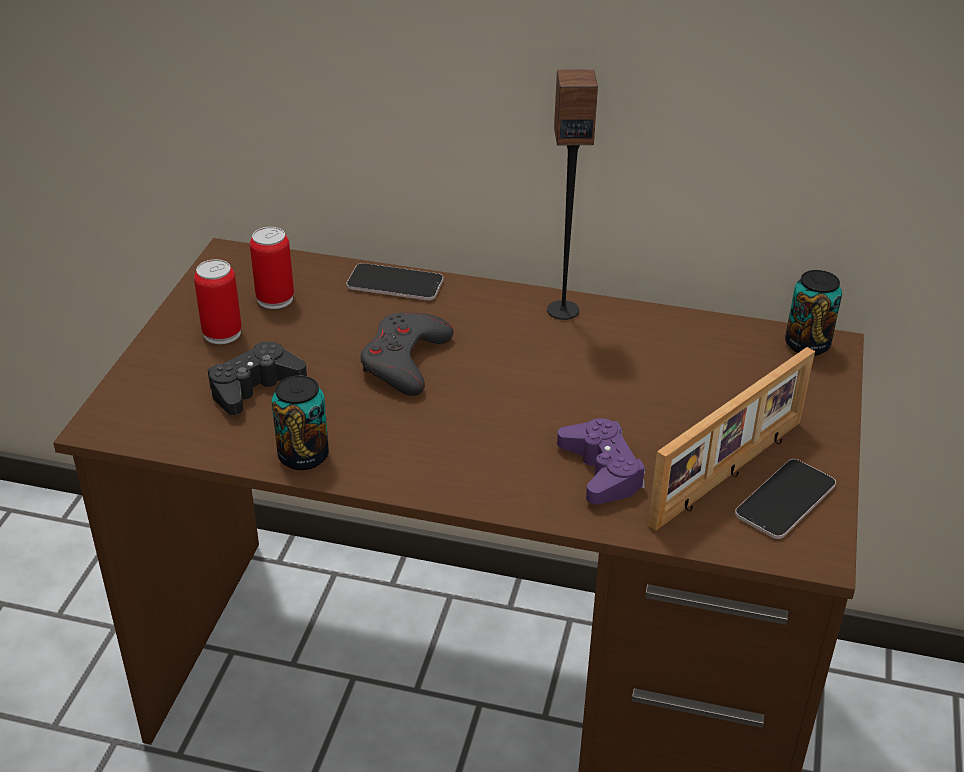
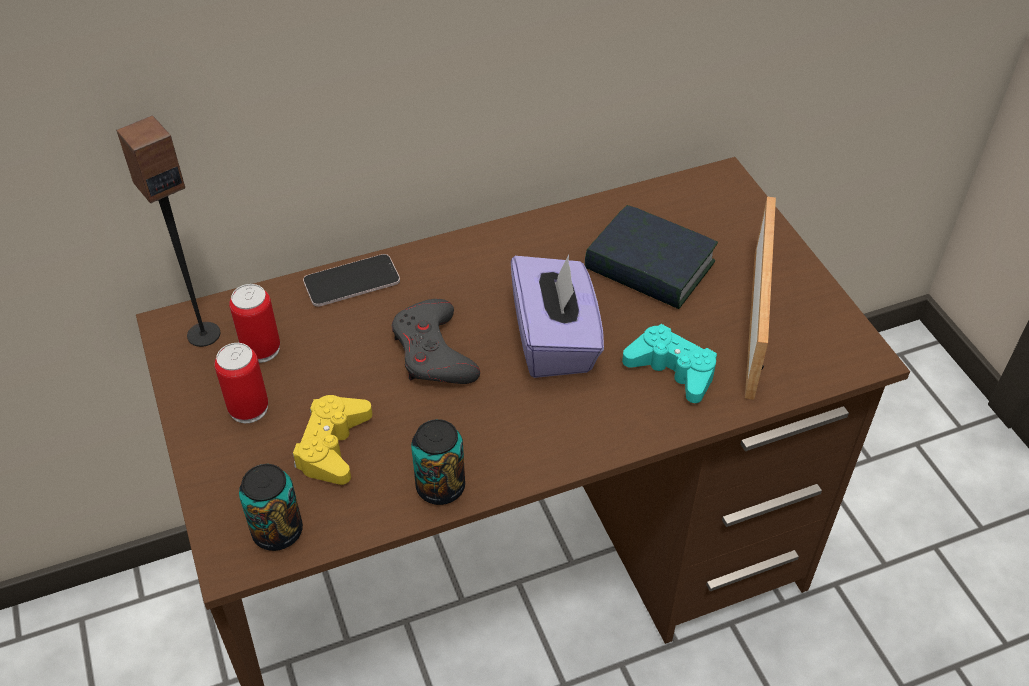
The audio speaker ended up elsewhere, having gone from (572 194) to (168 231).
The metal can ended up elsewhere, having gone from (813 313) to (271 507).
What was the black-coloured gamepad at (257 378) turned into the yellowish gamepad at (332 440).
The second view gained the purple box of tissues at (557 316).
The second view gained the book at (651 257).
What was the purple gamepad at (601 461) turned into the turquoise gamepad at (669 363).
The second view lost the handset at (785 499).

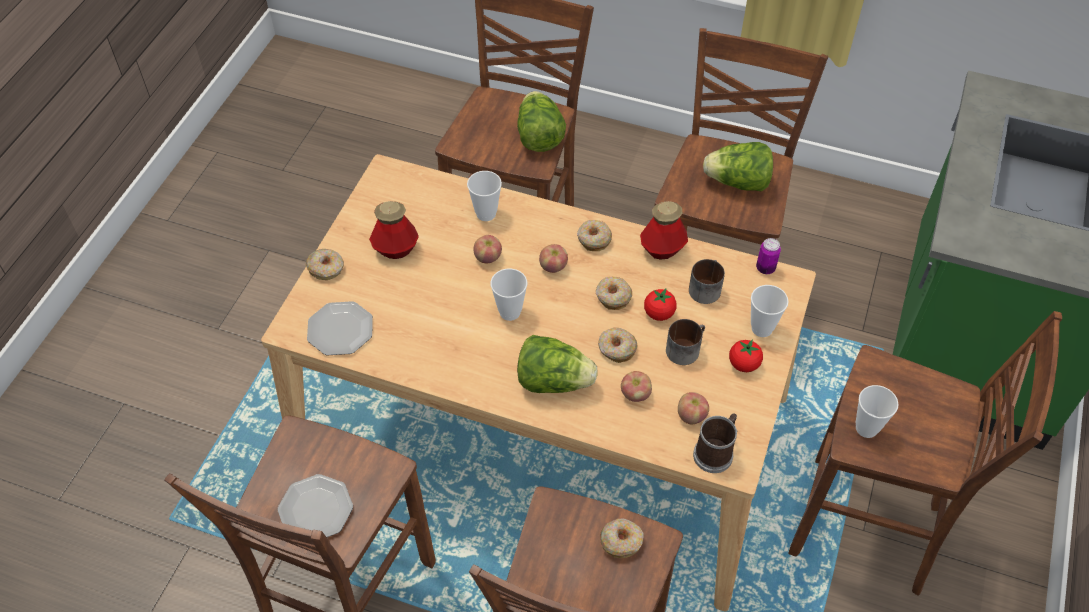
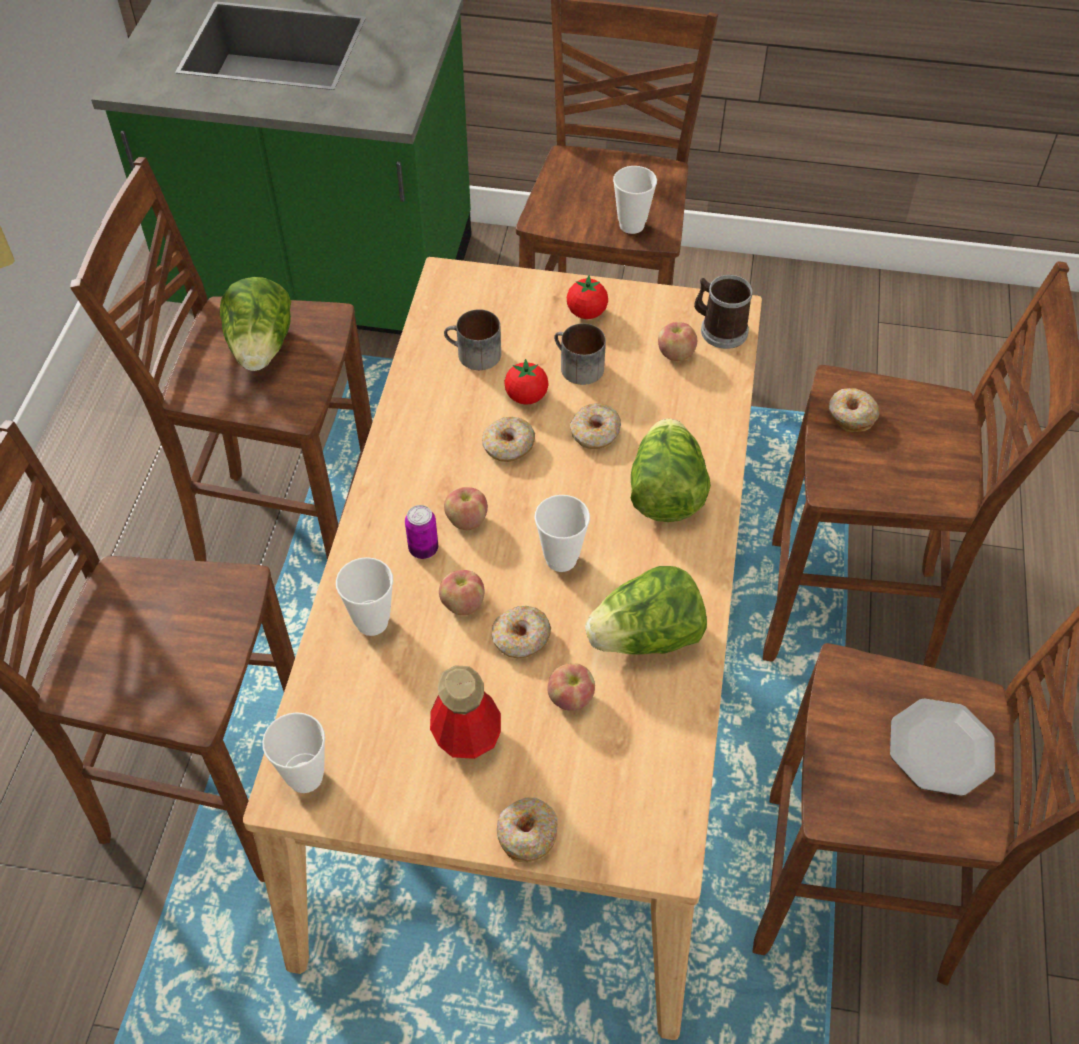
The drinking cup ended up elsewhere, having gone from (770 311) to (293 752).
The metal can ended up elsewhere, having gone from (768 256) to (421 532).
The donut ended up elsewhere, having gone from (594 235) to (521 632).
The apple ended up elsewhere, having gone from (636 386) to (571 687).
The lettuce head ended up elsewhere, having gone from (541 121) to (646 610).
The second view lost the plate at (340 328).
The second view lost the beverage bottle at (664 230).

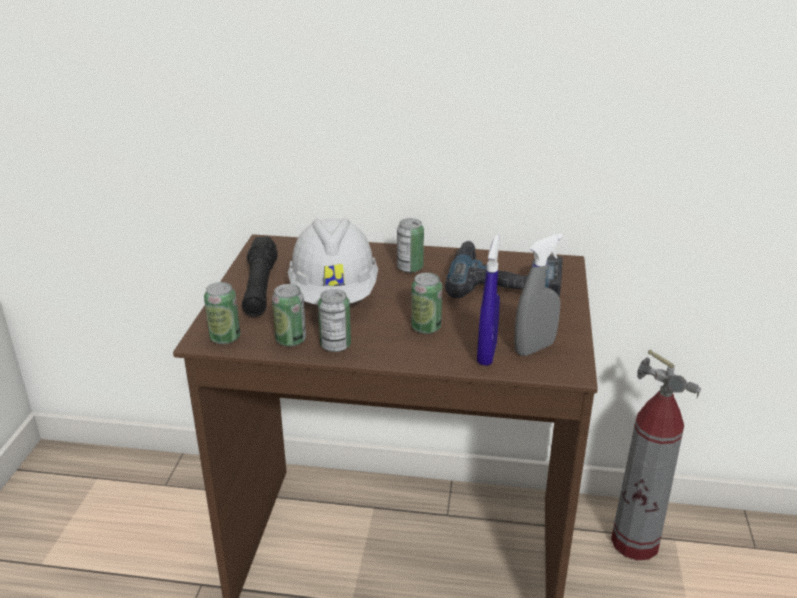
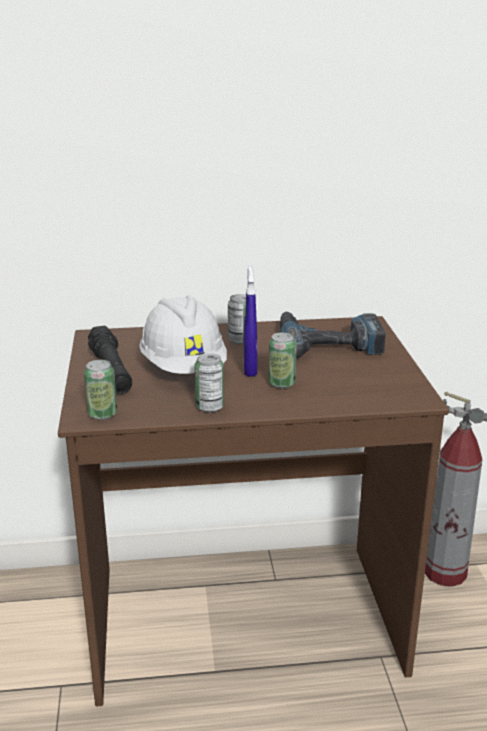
The bluish sprayer ended up elsewhere, having gone from (488 300) to (250 321).
The second view lost the metal can at (289 315).
The second view lost the gray sprayer at (539 295).

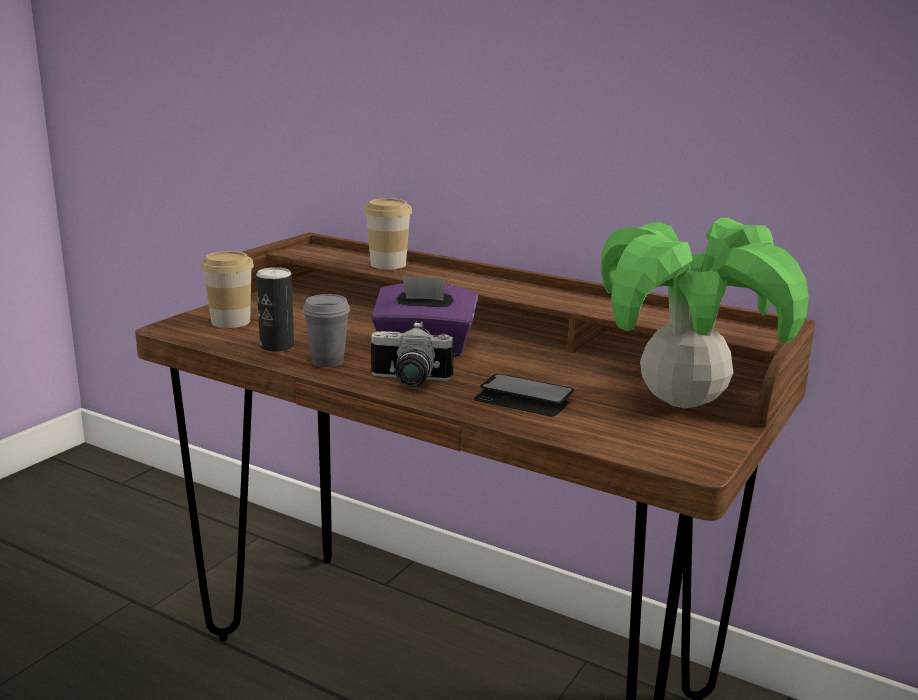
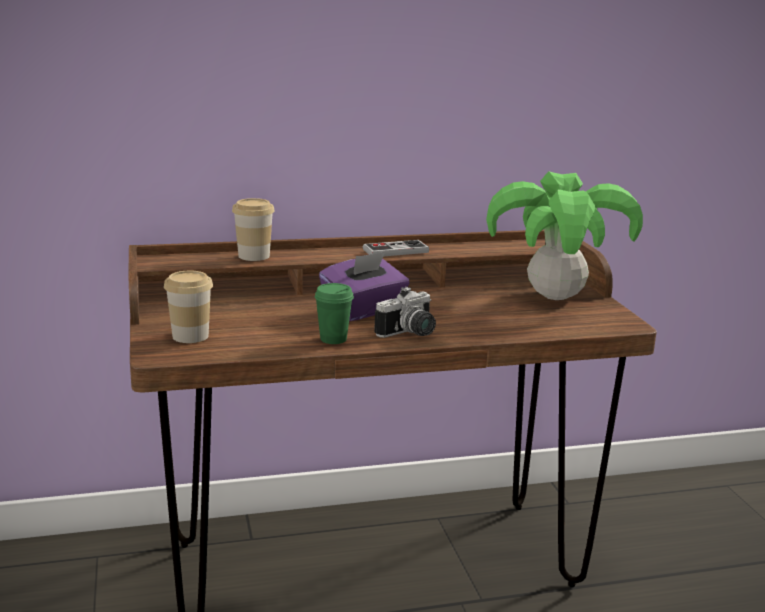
What was the gray drinking cup at (326 330) turned into the green drinking cup at (334 313).
The second view gained the gamepad at (396 248).
The second view lost the metal can at (275 309).
The second view lost the handset at (524 395).

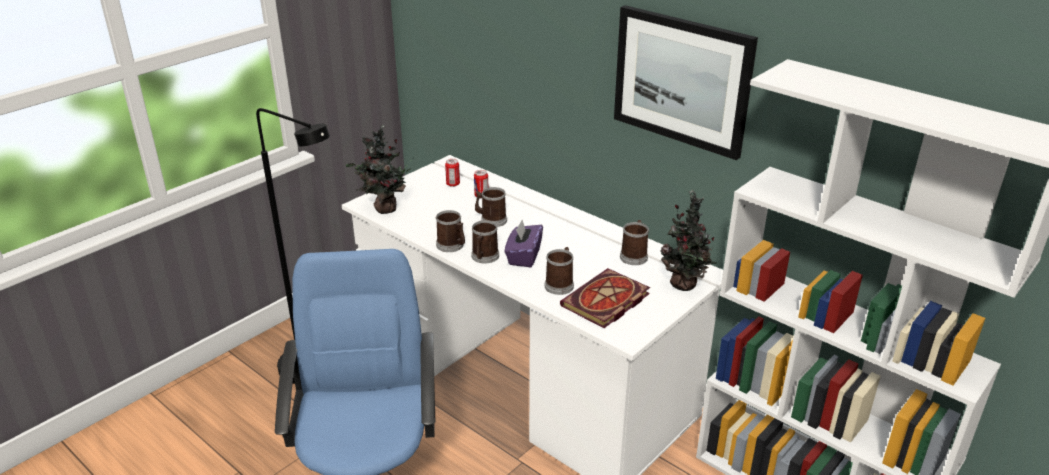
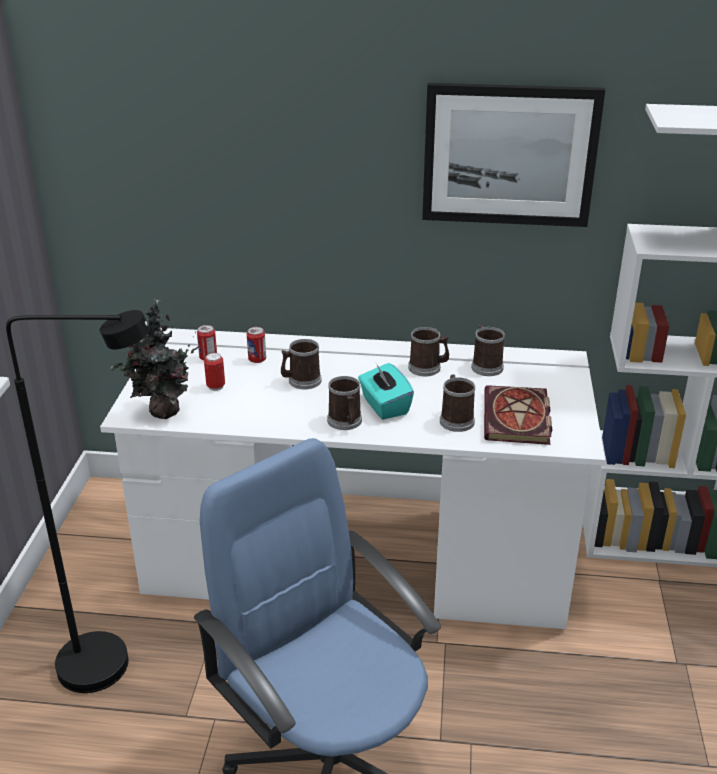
The second view gained the metal can at (214 372).
What was the purple box of tissues at (524 243) turned into the turquoise box of tissues at (386 391).
The tea mug ended up elsewhere, having gone from (450 231) to (428 351).
The second view lost the potted plant at (688 240).

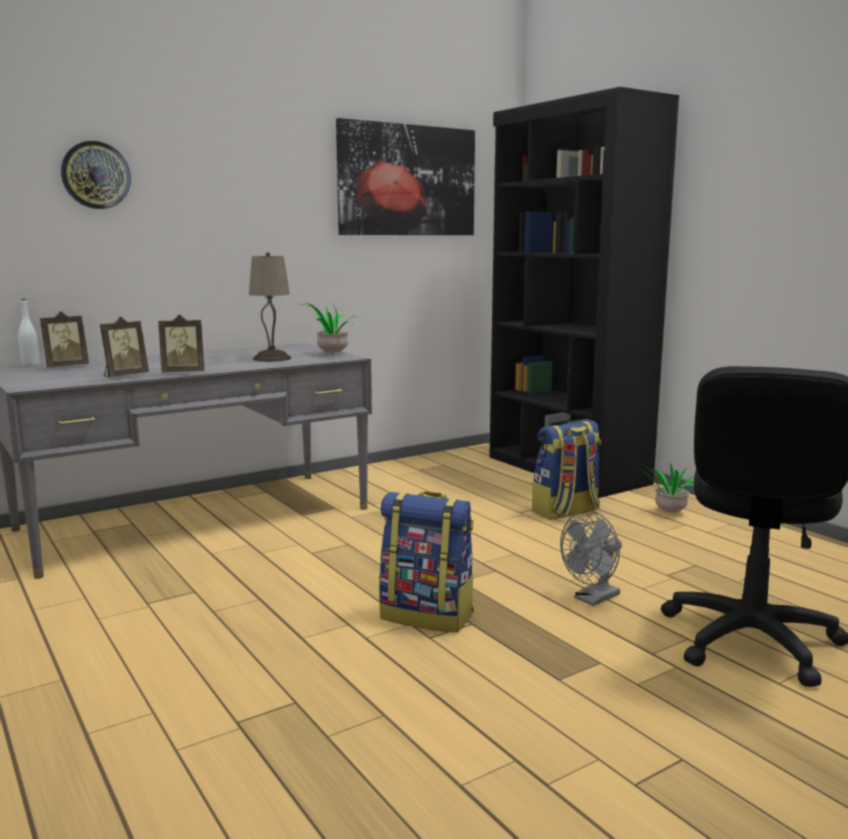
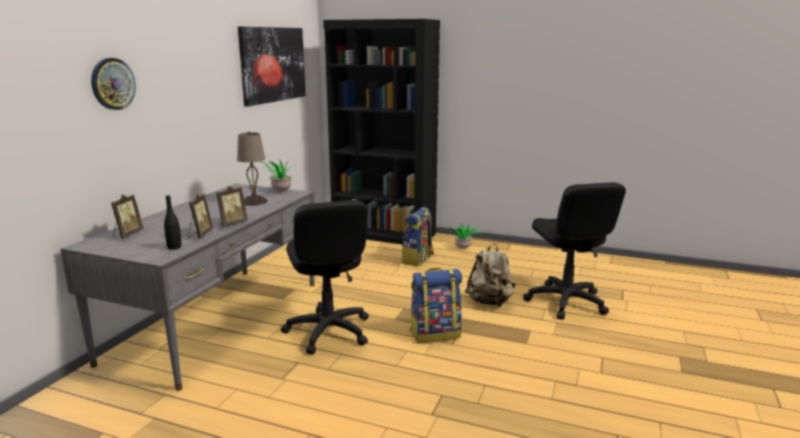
The second view gained the black-coloured beverage bottle at (172 222).
The second view gained the black-coloured desk chair at (325 277).
Where the gray electric fan stood at (591 558), the beige-coloured knapsack came to stand at (490 275).
The second view lost the whitish beverage bottle at (29 333).

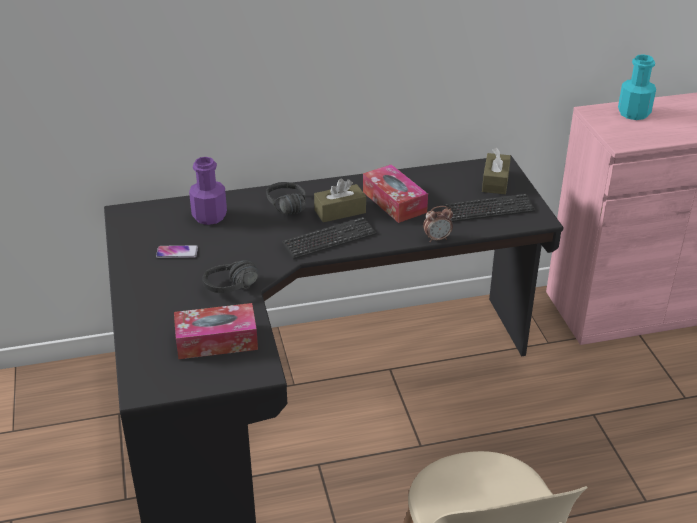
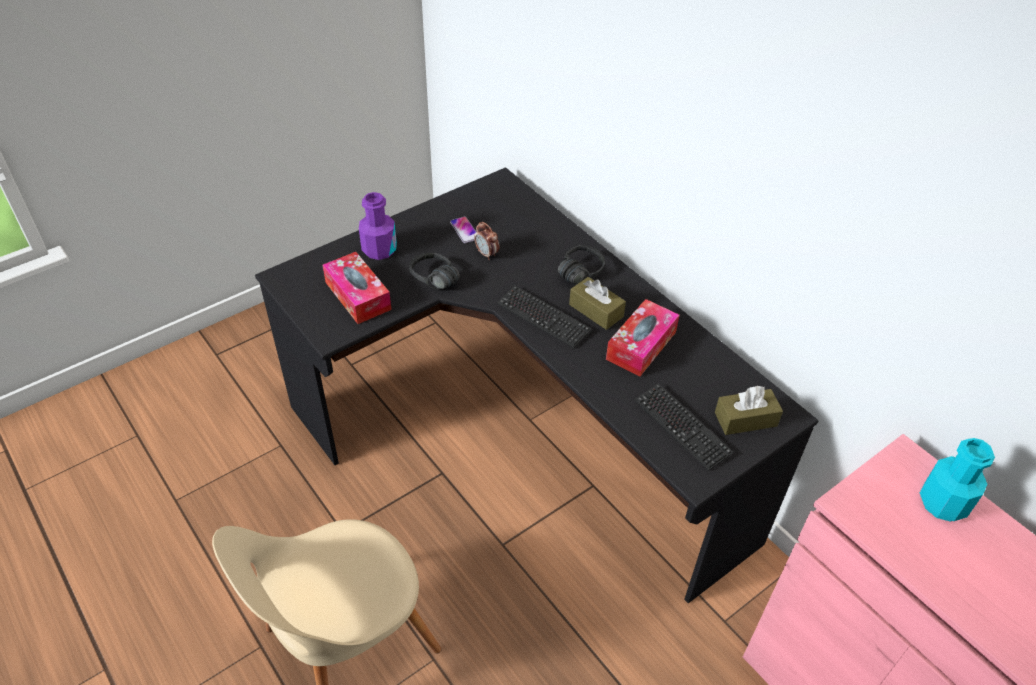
The purple beverage bottle ended up elsewhere, having gone from (208 191) to (378 226).
The bedside clock ended up elsewhere, having gone from (438 224) to (486 241).

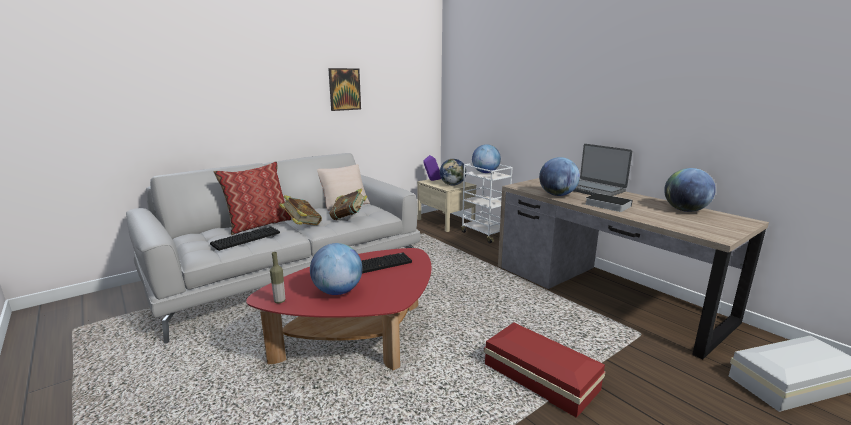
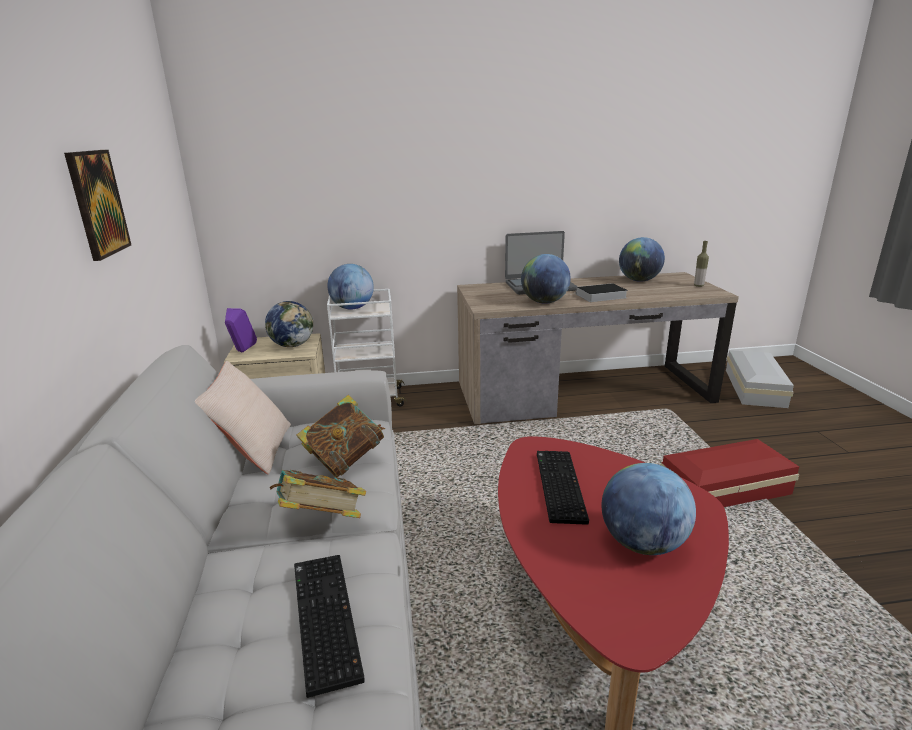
The beverage bottle ended up elsewhere, having gone from (277 277) to (701 264).
The second view lost the pillow at (252 198).

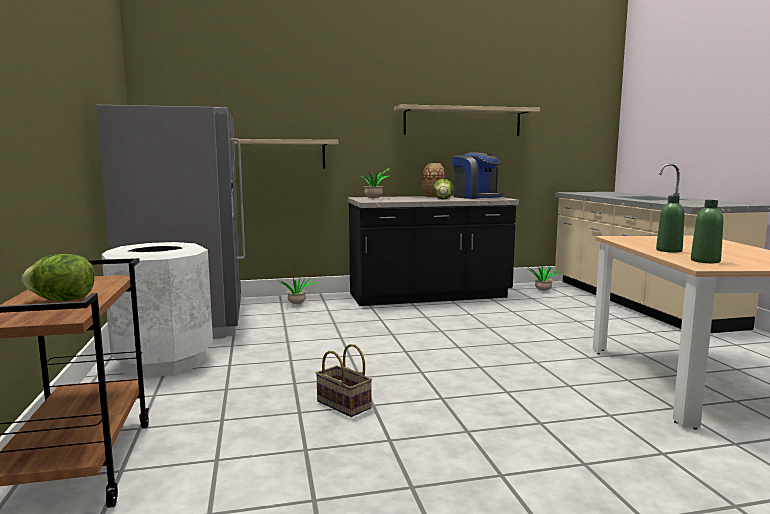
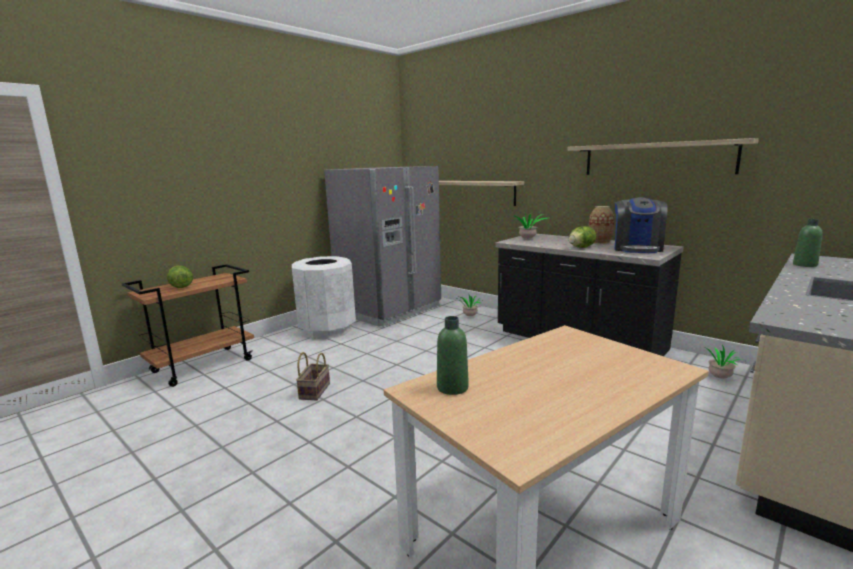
The green beverage bottle ended up elsewhere, having gone from (670 224) to (808 243).

